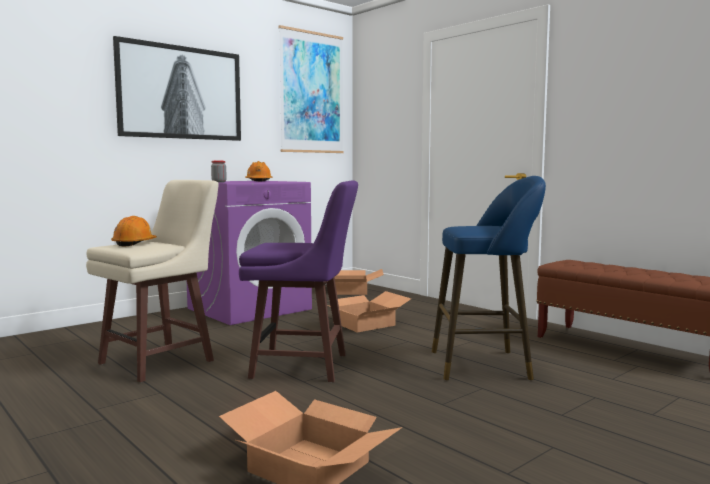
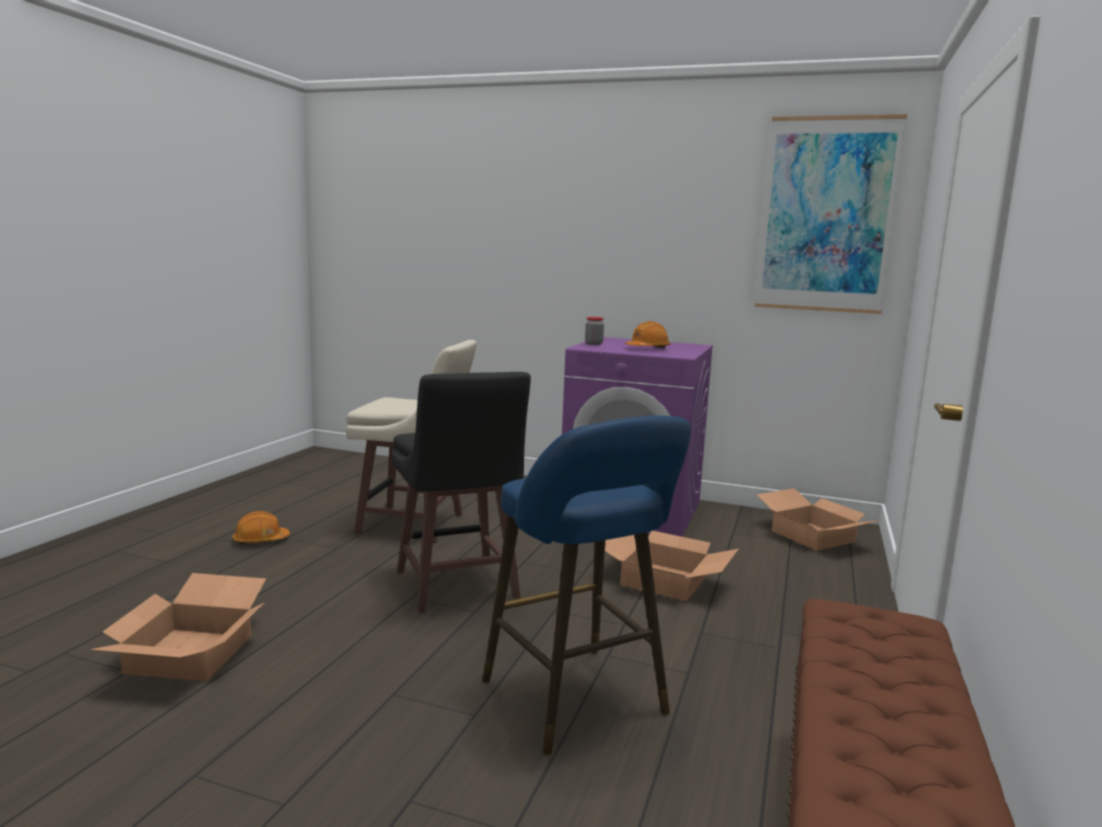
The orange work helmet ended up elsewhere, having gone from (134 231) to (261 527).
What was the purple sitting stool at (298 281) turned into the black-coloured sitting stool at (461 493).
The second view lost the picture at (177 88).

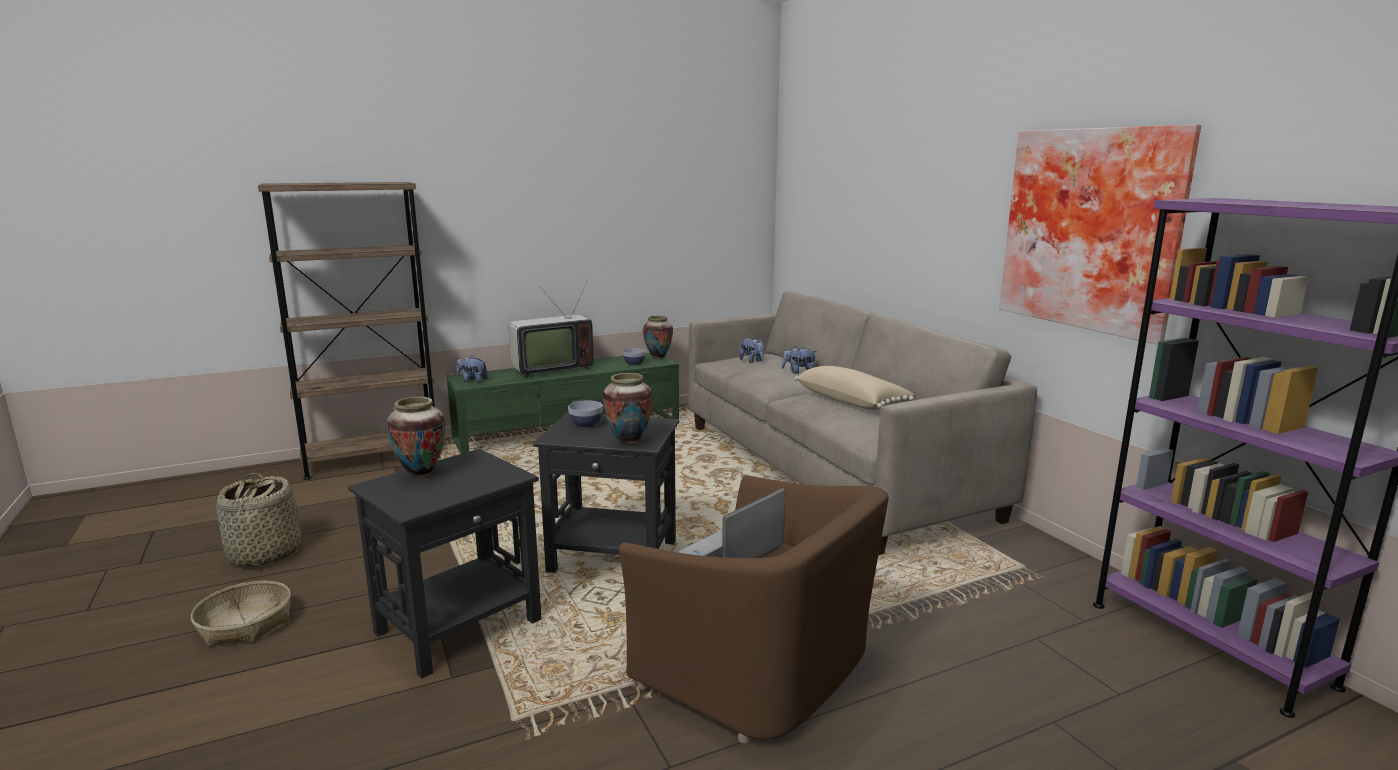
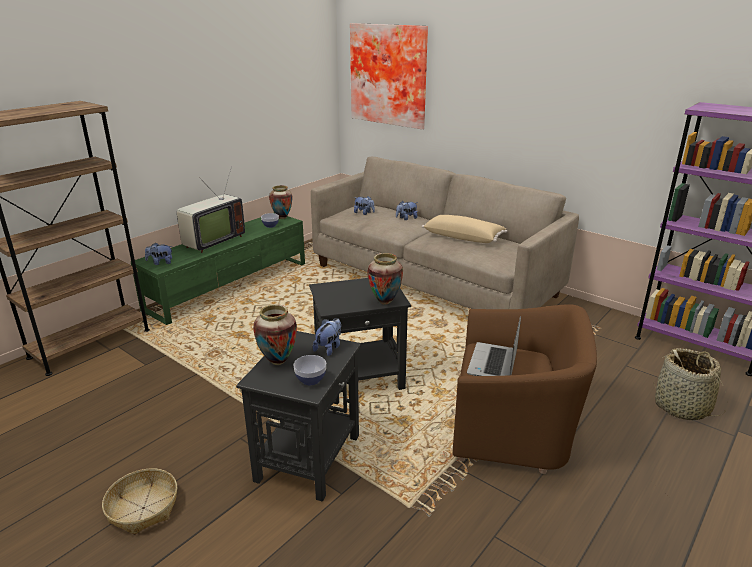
The serving bowl ended up elsewhere, having gone from (585 414) to (309 370).
The second view gained the plush toy at (327 337).
The picture ended up elsewhere, having gone from (1100 235) to (389 76).
The basket ended up elsewhere, having gone from (259 520) to (691 384).

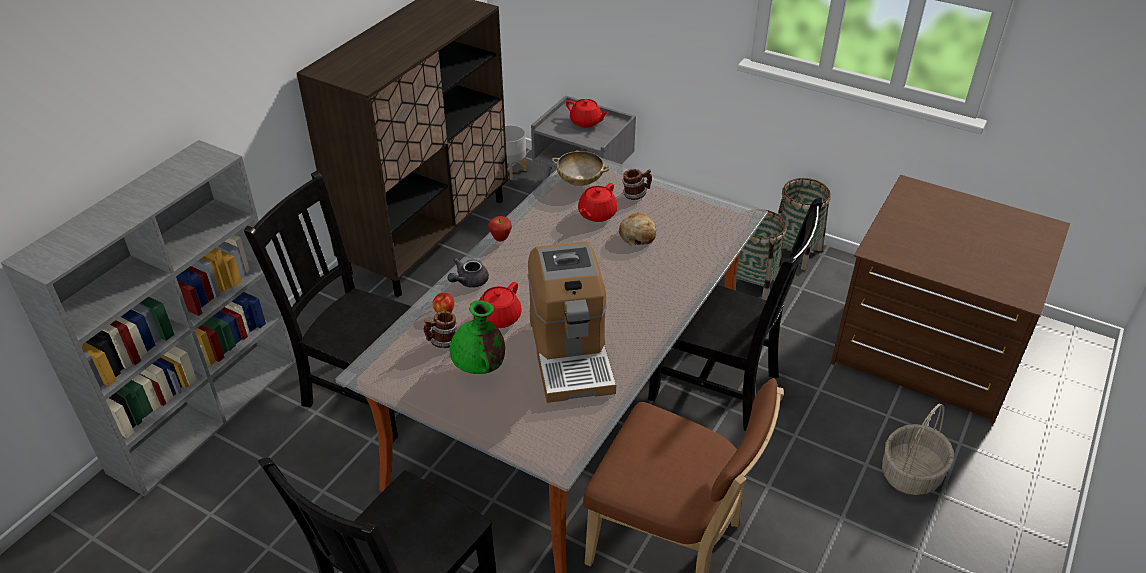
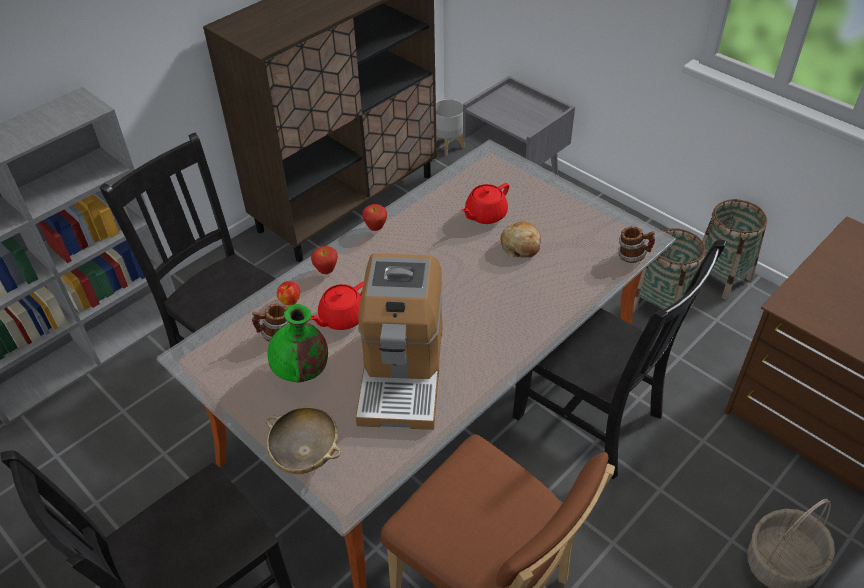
The beige-coloured serving bowl ended up elsewhere, having gone from (580 168) to (303 440).
Where the gray pot for tea stood at (468 273), the apple came to stand at (324 260).
The tea mug ended up elsewhere, having gone from (637 184) to (636 244).
The second view lost the reddish pot for tea at (587 113).

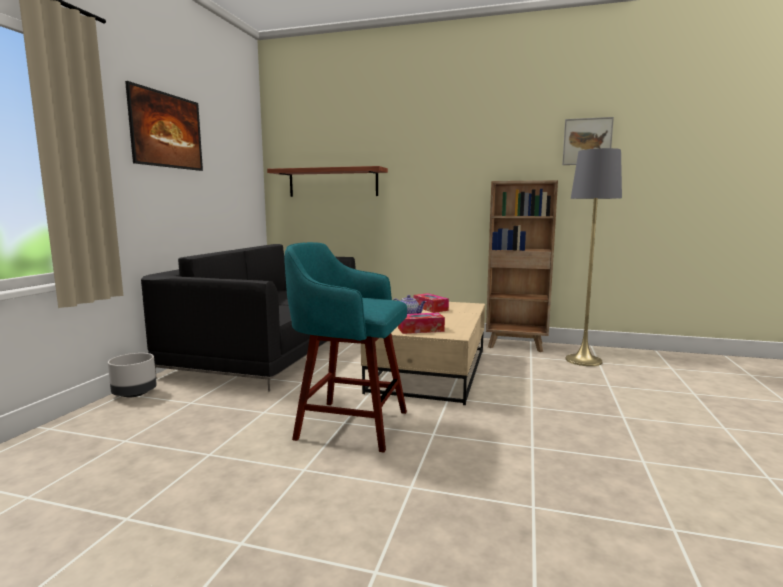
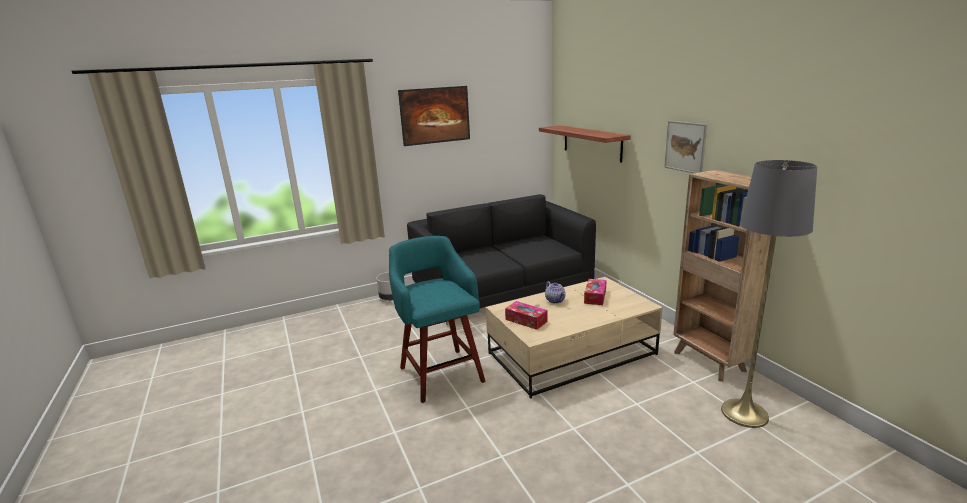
The picture ended up elsewhere, having gone from (588 141) to (685 147).

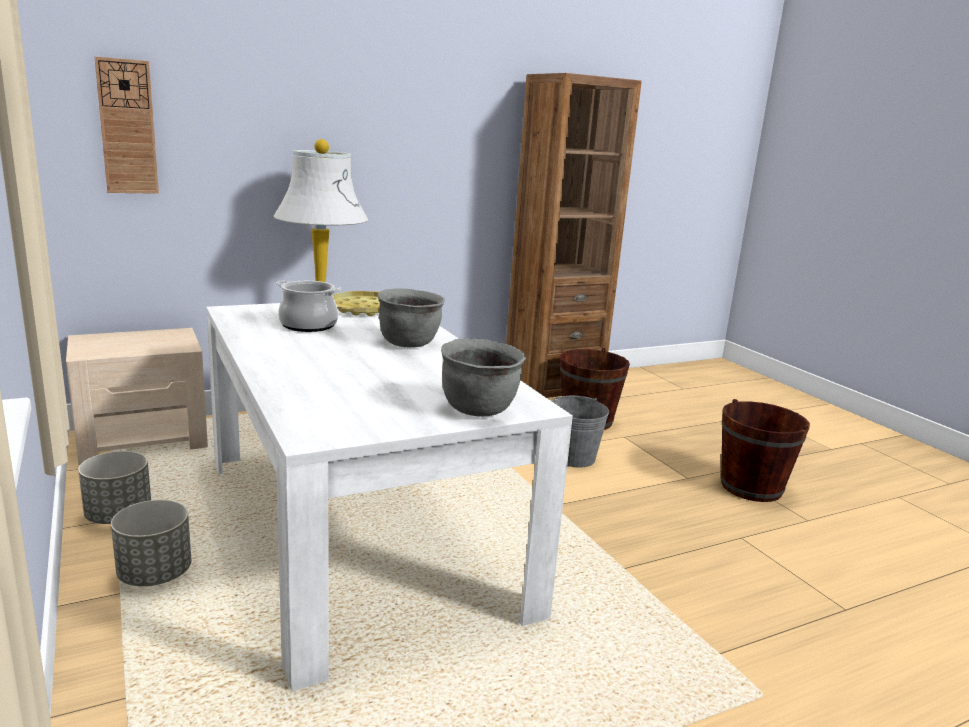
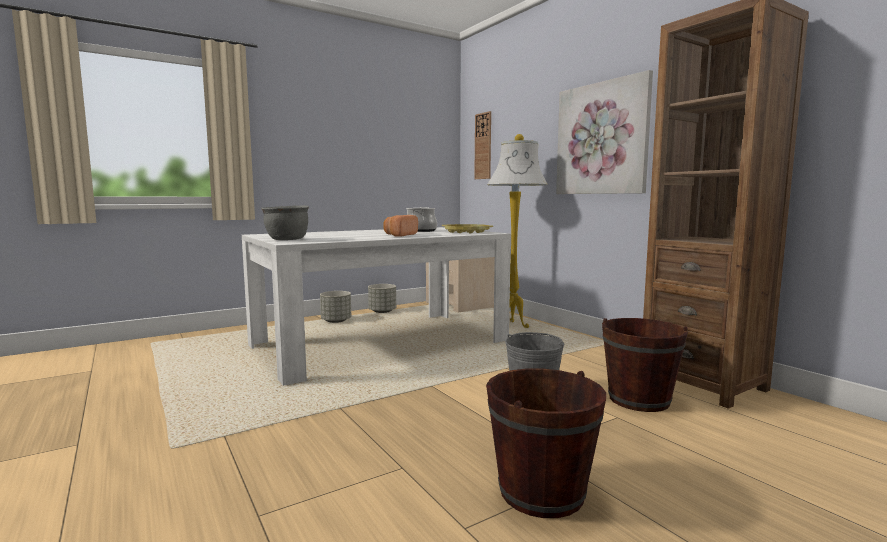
Where the gray stockpot stood at (411 318), the baked bread came to stand at (400 226).
The second view gained the picture at (604 132).

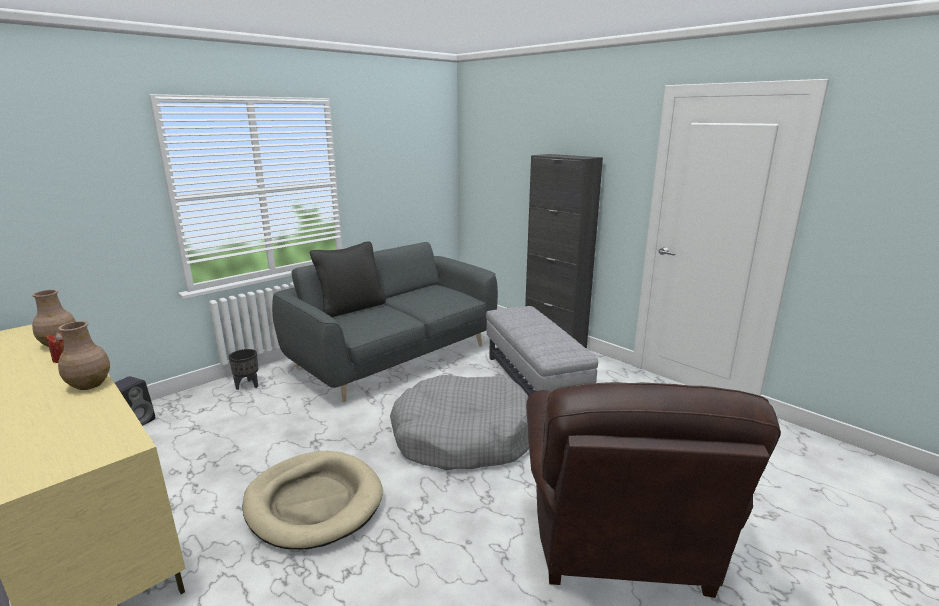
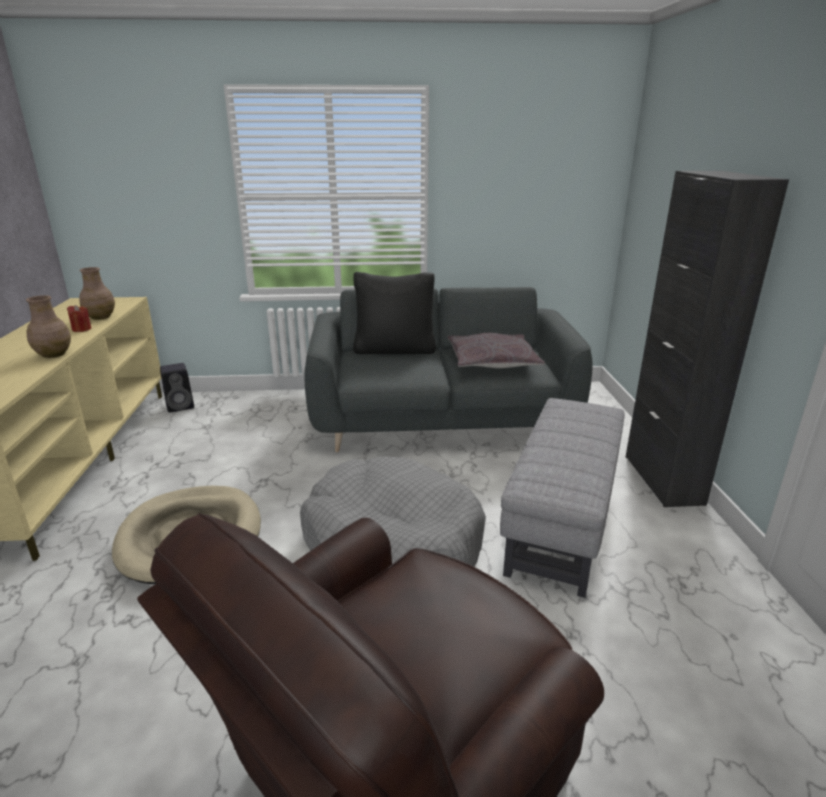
The second view gained the gray pillow at (496 350).
The second view lost the black-coloured planter at (243 369).

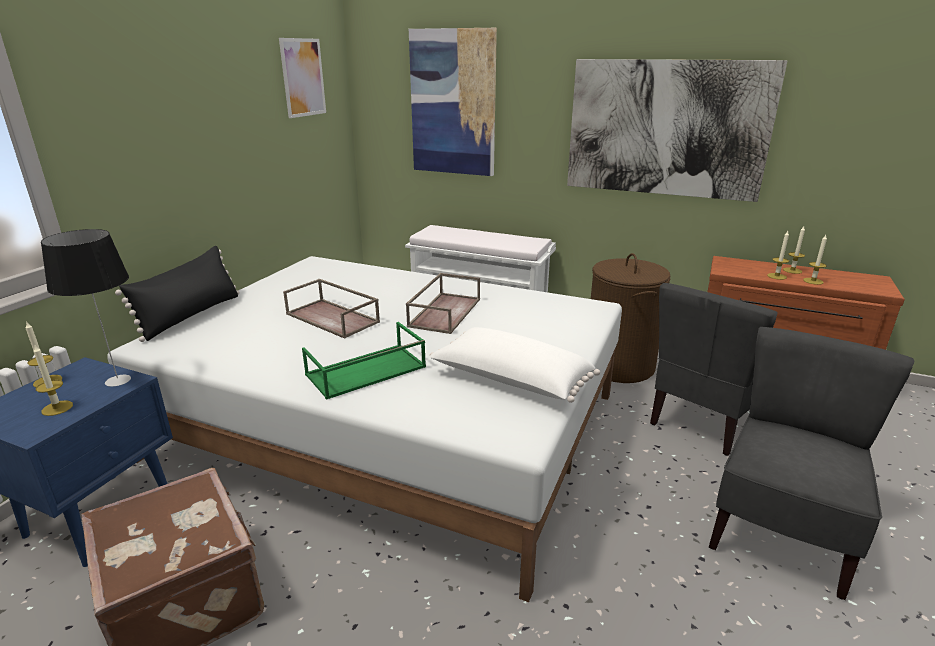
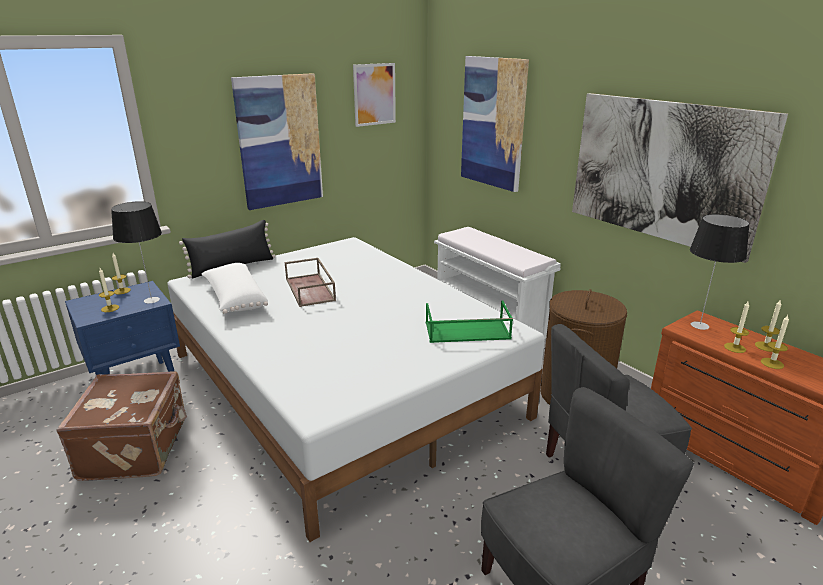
The whitish pillow ended up elsewhere, having gone from (515 365) to (235 288).
The second view gained the picture at (277 141).
The green tray ended up elsewhere, having gone from (364 361) to (469 321).
The second view gained the tabletop lamp at (720 272).
The second view lost the brown tray at (443 303).

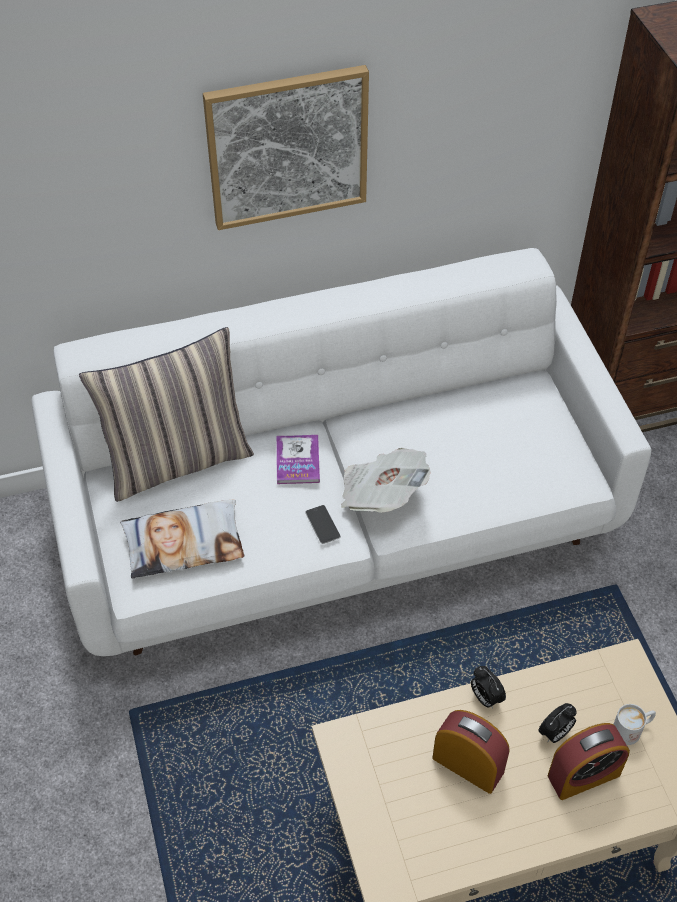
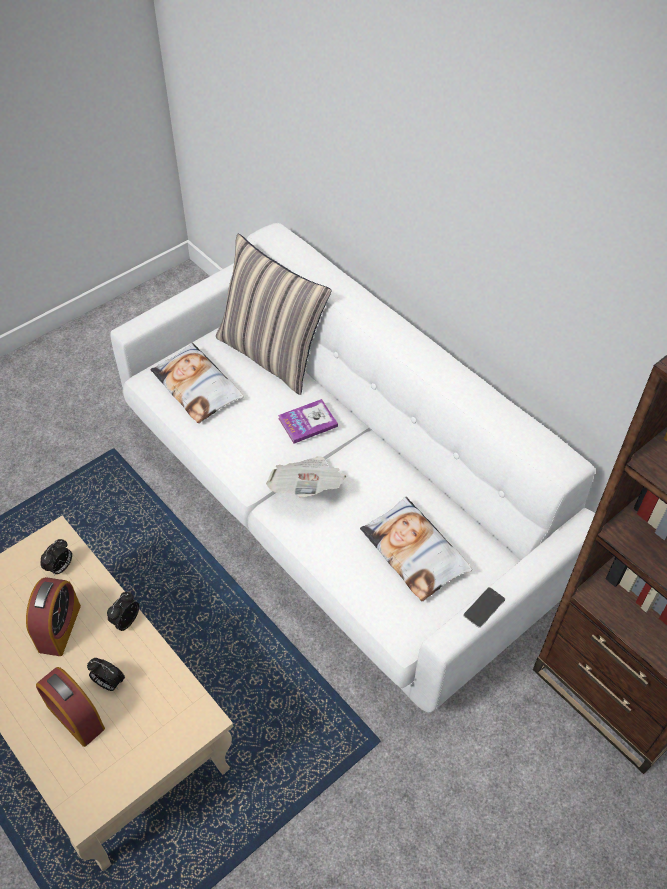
The second view gained the bedside clock at (56 557).
The second view gained the pillow at (416 548).
The handset ended up elsewhere, having gone from (323 524) to (484 607).
The second view lost the picture at (286 147).
The second view lost the whitish tea mug at (634 724).

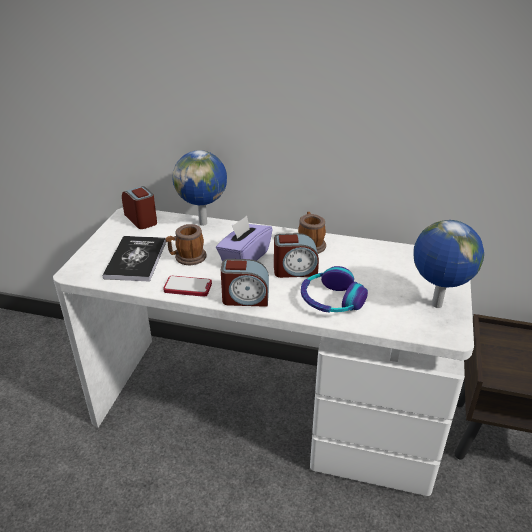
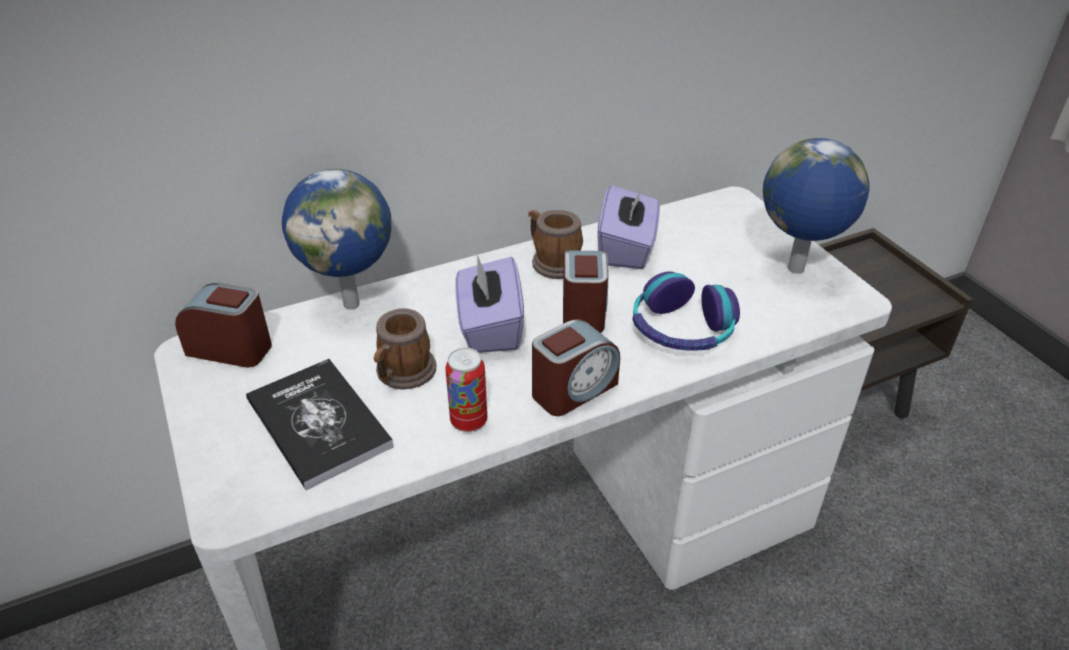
Where the handset stood at (187 286), the metal can came to stand at (466 390).
The bedside clock at (296 255) ended up facing another way, 45 degrees counterclockwise from before.
The second view gained the purple box of tissues at (628 226).

